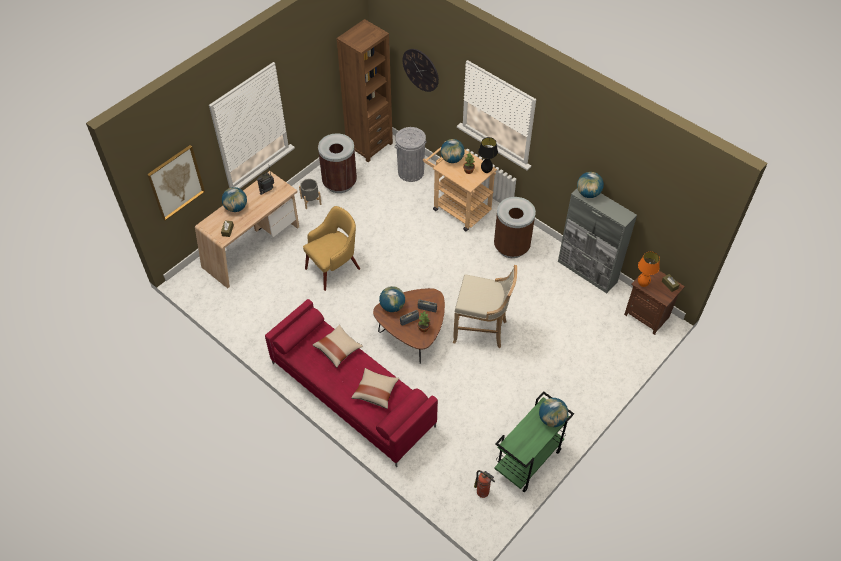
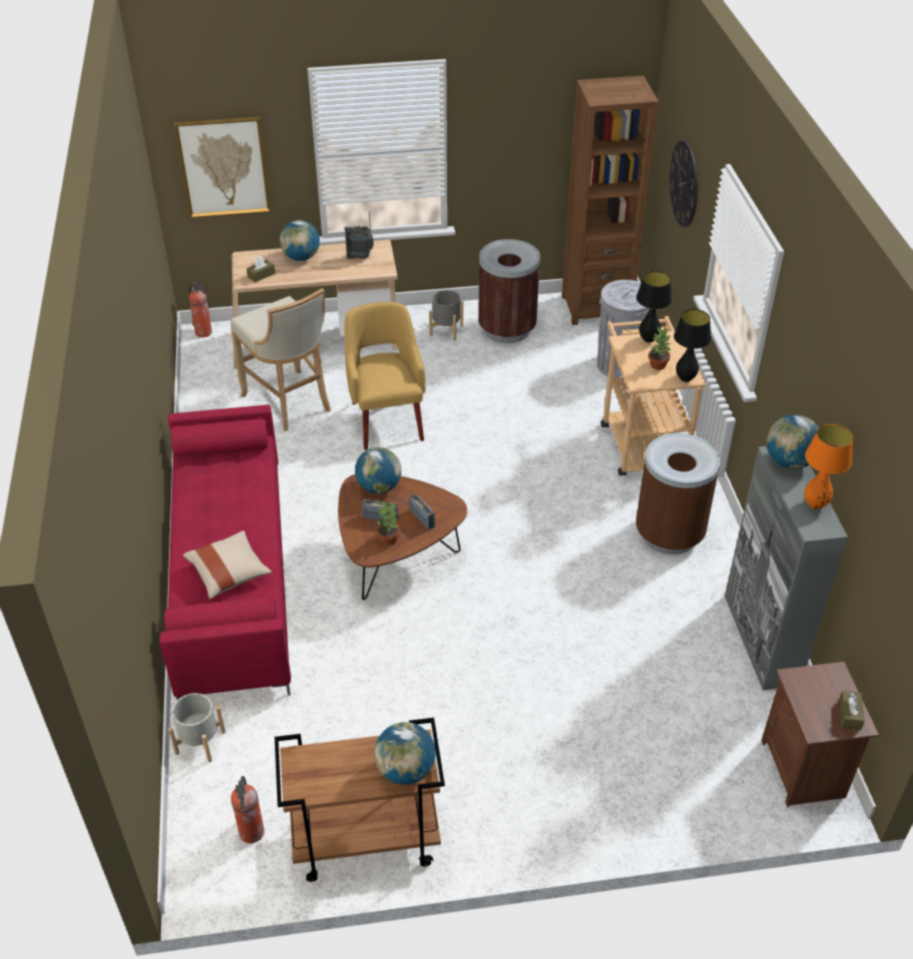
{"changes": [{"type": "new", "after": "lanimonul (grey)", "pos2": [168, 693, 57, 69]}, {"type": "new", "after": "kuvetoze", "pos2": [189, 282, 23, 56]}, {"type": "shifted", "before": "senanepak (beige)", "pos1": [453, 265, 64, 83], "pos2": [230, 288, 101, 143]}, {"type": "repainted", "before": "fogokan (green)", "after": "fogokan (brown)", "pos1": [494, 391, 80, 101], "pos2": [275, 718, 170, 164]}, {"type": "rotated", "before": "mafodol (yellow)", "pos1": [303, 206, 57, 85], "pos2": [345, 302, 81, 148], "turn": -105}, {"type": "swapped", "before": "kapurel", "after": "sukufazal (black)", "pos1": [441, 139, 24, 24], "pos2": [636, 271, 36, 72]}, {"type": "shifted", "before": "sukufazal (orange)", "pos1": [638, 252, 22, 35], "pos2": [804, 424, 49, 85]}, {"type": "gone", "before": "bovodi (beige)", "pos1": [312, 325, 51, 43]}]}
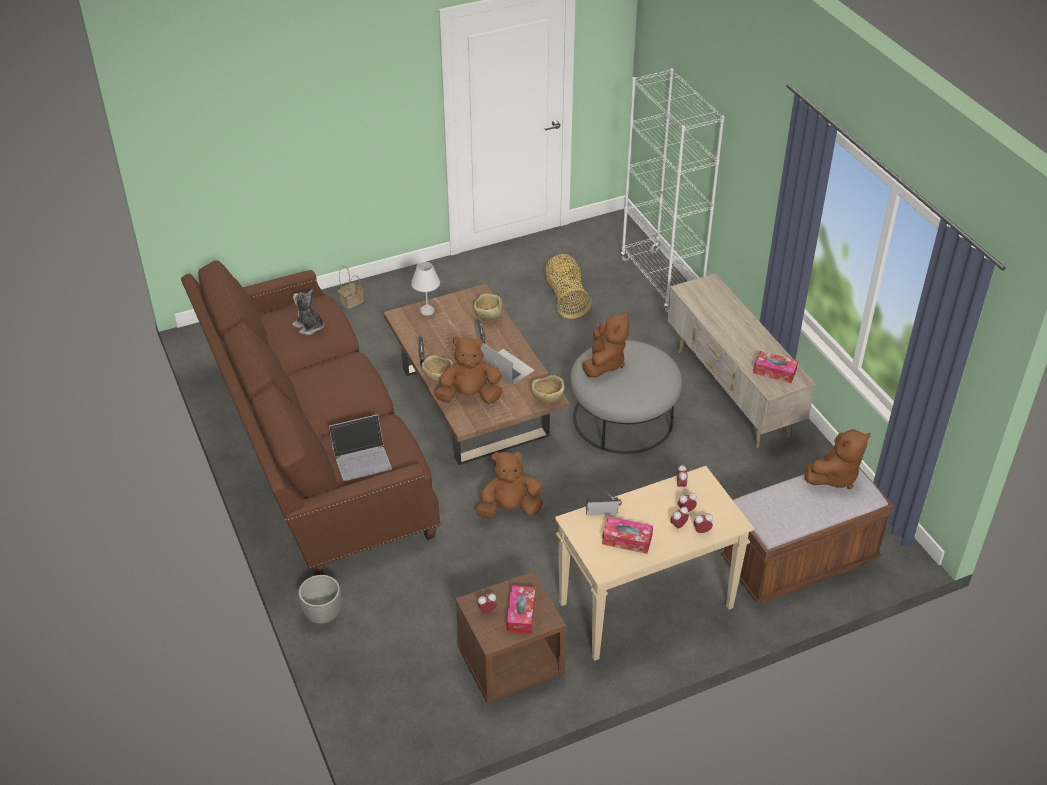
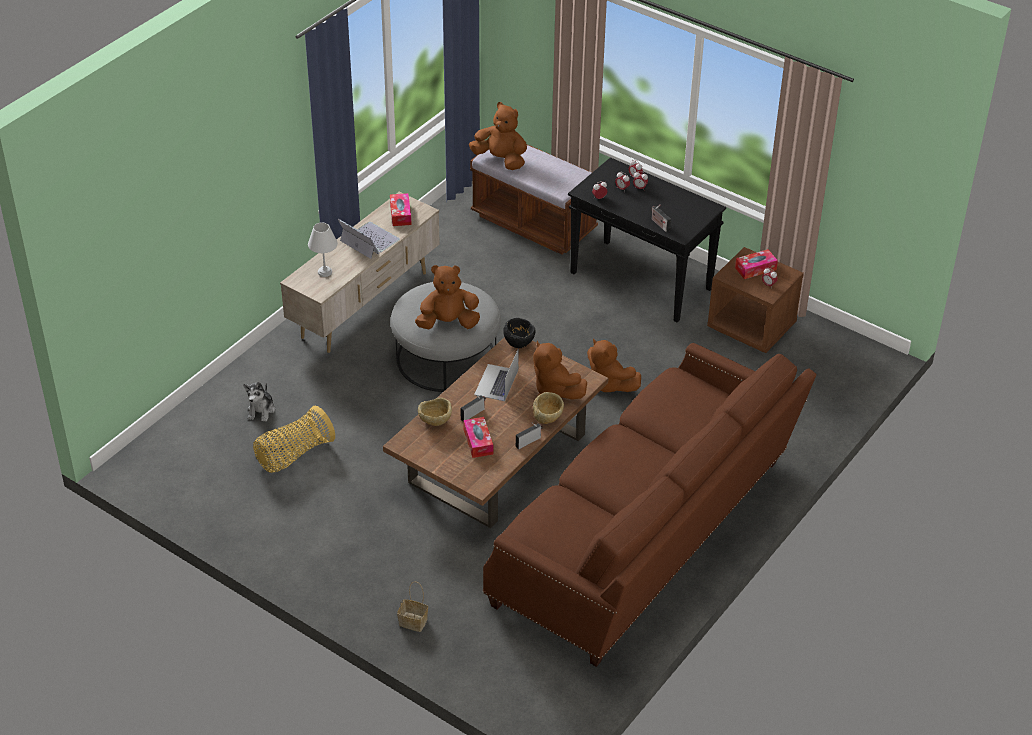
{"changes": [{"type": "shifted", "before": "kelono", "pos1": [292, 289, 32, 46], "pos2": [243, 382, 32, 40]}, {"type": "shifted", "before": "sukufazal (white)", "pos1": [411, 262, 29, 54], "pos2": [308, 222, 30, 55]}, {"type": "shifted", "before": "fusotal", "pos1": [329, 414, 63, 67], "pos2": [338, 219, 62, 40]}, {"type": "shifted", "before": "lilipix", "pos1": [602, 516, 51, 38], "pos2": [463, 417, 30, 41]}, {"type": "repainted", "before": "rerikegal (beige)", "after": "rerikegal (black)", "pos1": [531, 375, 33, 28], "pos2": [503, 318, 33, 30]}, {"type": "repainted", "before": "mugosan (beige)", "after": "mugosan (black)", "pos1": [555, 466, 199, 195], "pos2": [568, 157, 158, 166]}, {"type": "gone", "before": "lanimonul", "pos1": [298, 575, 43, 49]}, {"type": "gone", "before": "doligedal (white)", "pos1": [621, 68, 104, 245]}]}
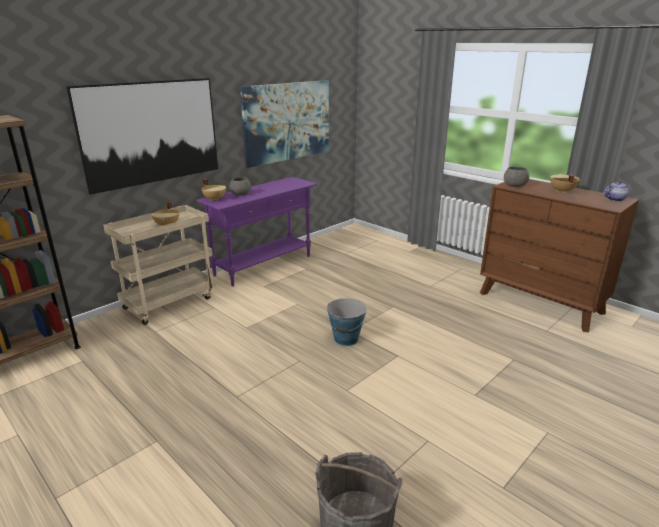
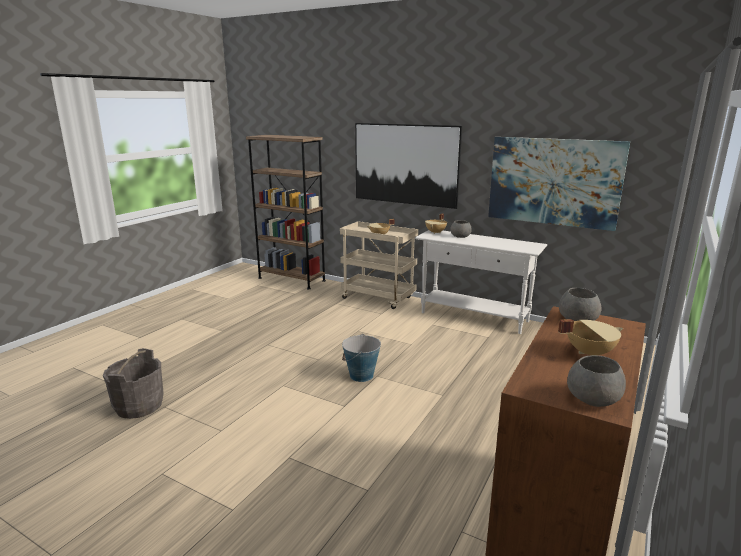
{"changes": [{"type": "repainted", "before": "mugosan (purple)", "after": "mugosan (white)", "pos1": [196, 177, 121, 109], "pos2": [415, 230, 132, 104]}, {"type": "swapped", "before": "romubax", "after": "rerikegal (grey)", "pos1": [604, 181, 27, 20], "pos2": [567, 355, 59, 52]}]}
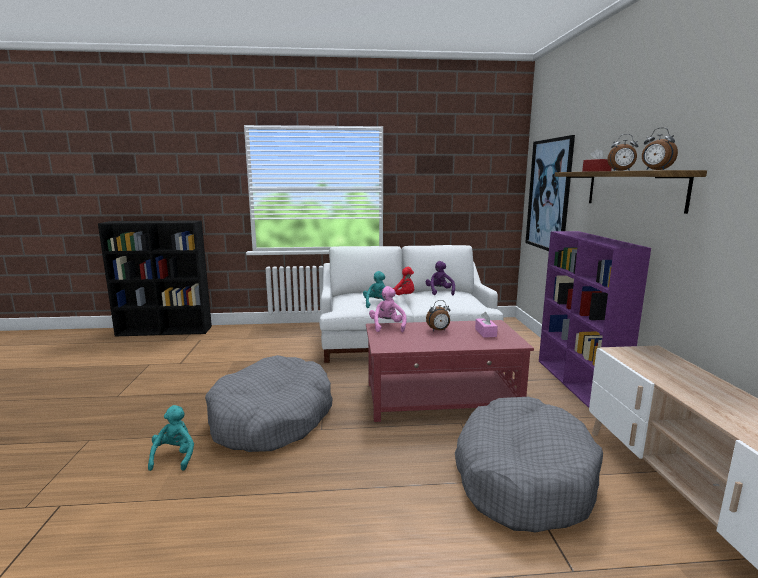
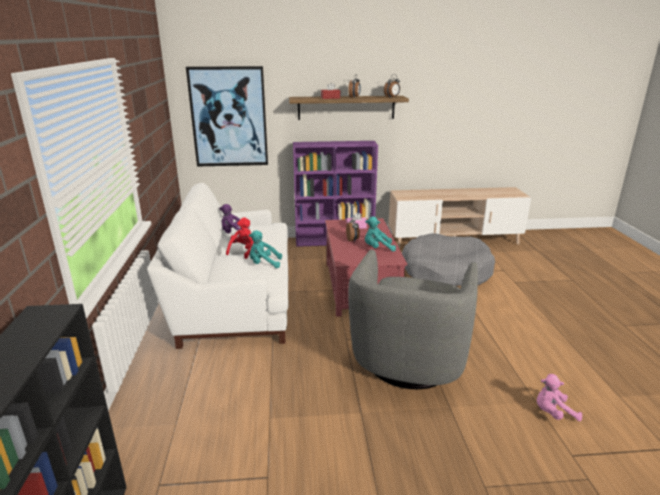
{"changes": [{"type": "swapped", "before": "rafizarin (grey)", "after": "mafodol (grey)", "pos1": [205, 355, 128, 97], "pos2": [348, 250, 130, 139]}, {"type": "shifted", "before": "kelono (turquoise)", "pos1": [148, 405, 46, 66], "pos2": [365, 217, 31, 35]}, {"type": "shifted", "before": "kelono (pink)", "pos1": [369, 286, 38, 46], "pos2": [537, 374, 45, 47]}]}
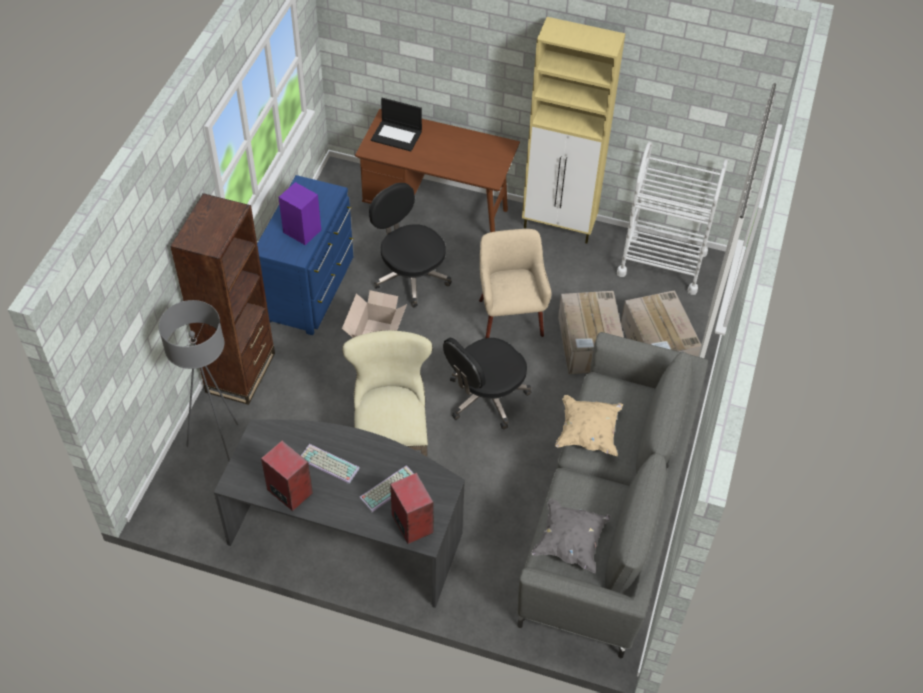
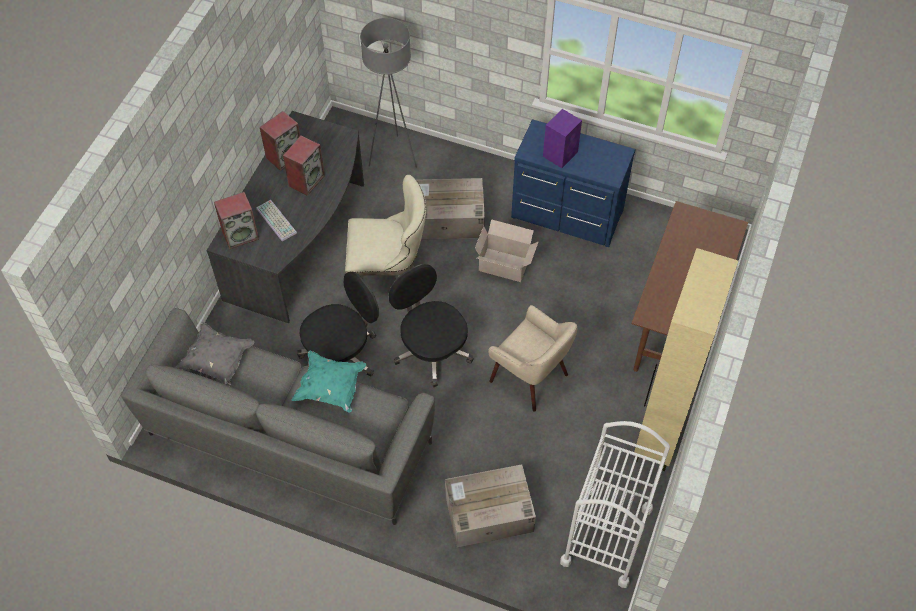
{"changes": [{"type": "swapped", "before": "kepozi", "after": "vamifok", "pos1": [301, 444, 59, 40], "pos2": [283, 135, 42, 61]}, {"type": "repainted", "before": "bovodi (beige)", "after": "bovodi (turquoise)", "pos1": [555, 395, 68, 61], "pos2": [291, 350, 75, 63]}, {"type": "shifted", "before": "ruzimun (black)", "pos1": [369, 183, 83, 125], "pos2": [297, 272, 82, 105]}, {"type": "shifted", "before": "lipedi", "pos1": [558, 291, 66, 83], "pos2": [416, 178, 69, 62]}, {"type": "rotated", "before": "mafodol (beige)", "pos1": [479, 229, 72, 109], "pos2": [488, 305, 89, 107], "turn": 45}, {"type": "gone", "before": "doligedal (brown)", "pos1": [170, 193, 105, 212]}, {"type": "gone", "before": "fusotal", "pos1": [371, 98, 51, 53]}]}
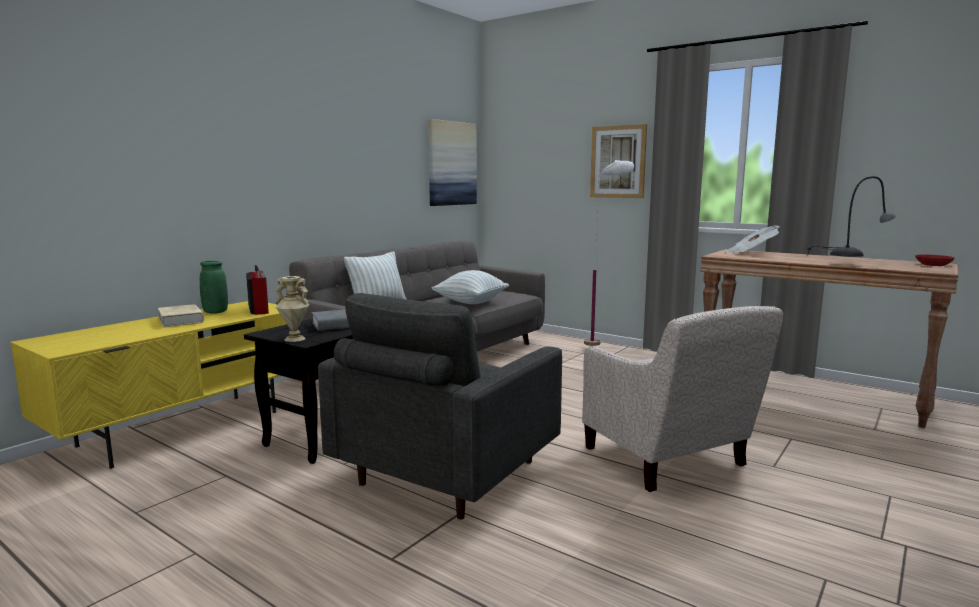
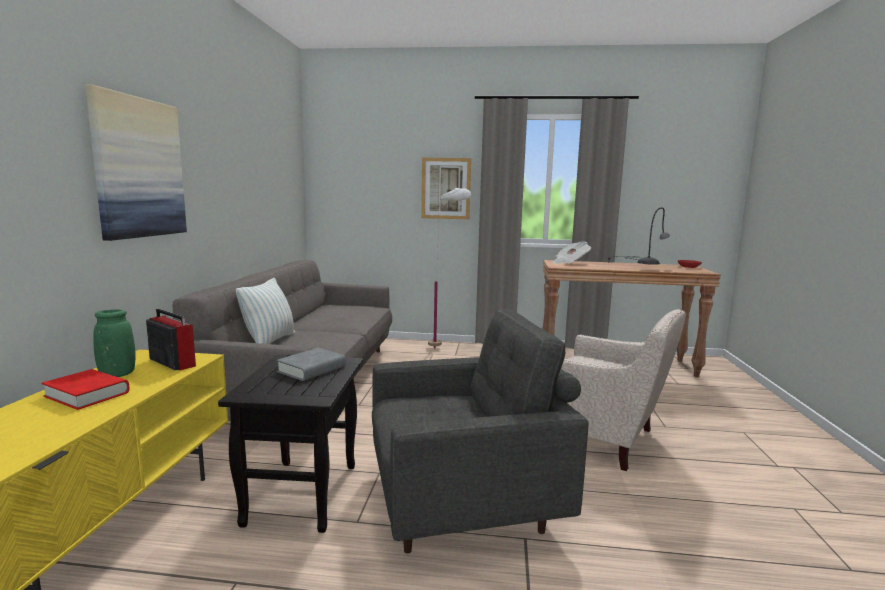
{"changes": [{"type": "repainted", "before": "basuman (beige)", "after": "basuman (red)", "pos1": [158, 304, 46, 23], "pos2": [42, 369, 87, 41]}, {"type": "shifted", "before": "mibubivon", "pos1": [428, 119, 49, 87], "pos2": [85, 85, 102, 156]}, {"type": "rotated", "before": "mafodol (grey)", "pos1": [318, 293, 244, 227], "pos2": [372, 309, 217, 244], "turn": -105}, {"type": "gone", "before": "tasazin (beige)", "pos1": [276, 276, 34, 66]}, {"type": "gone", "before": "bovodi", "pos1": [432, 270, 77, 34]}]}
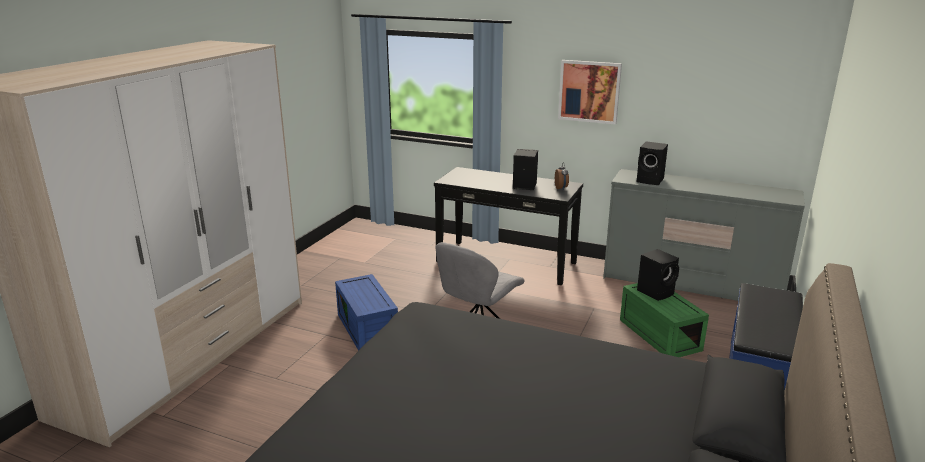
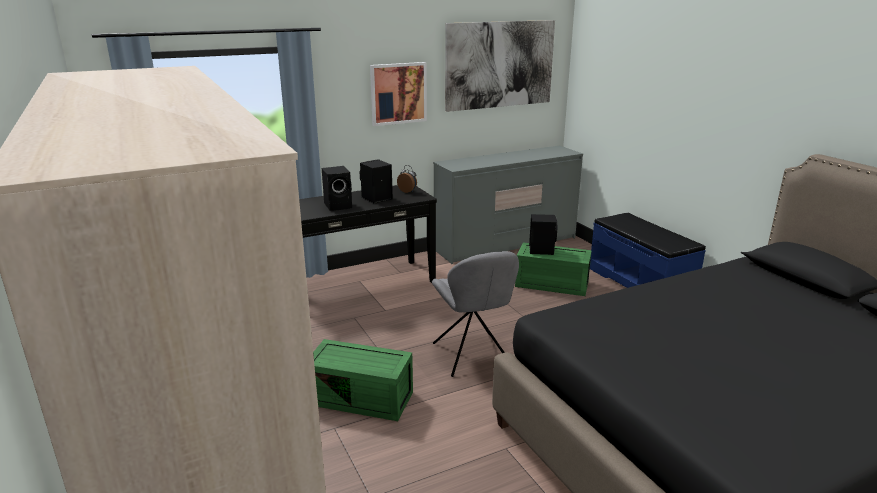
{"changes": [{"type": "repainted", "before": "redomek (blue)", "after": "redomek (green)", "pos1": [335, 274, 63, 77], "pos2": [313, 339, 100, 82]}, {"type": "shifted", "before": "vamifok (black)", "pos1": [636, 141, 32, 44], "pos2": [322, 166, 30, 45]}, {"type": "new", "after": "mibubivon", "pos2": [445, 20, 110, 92]}]}
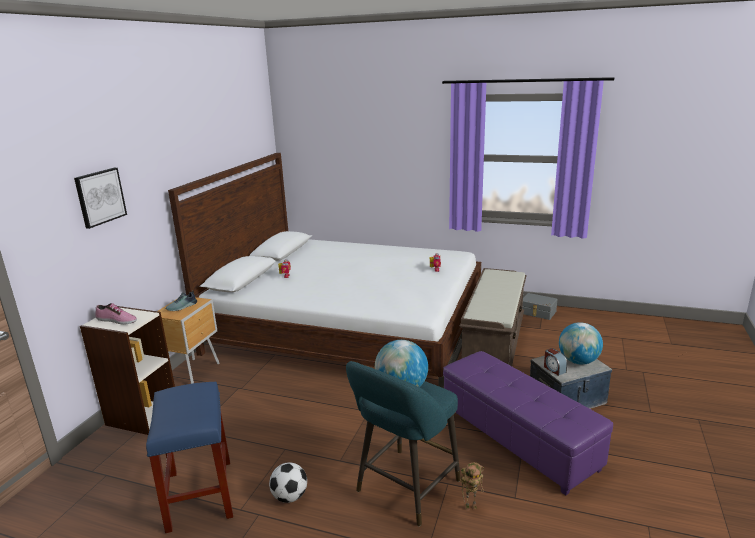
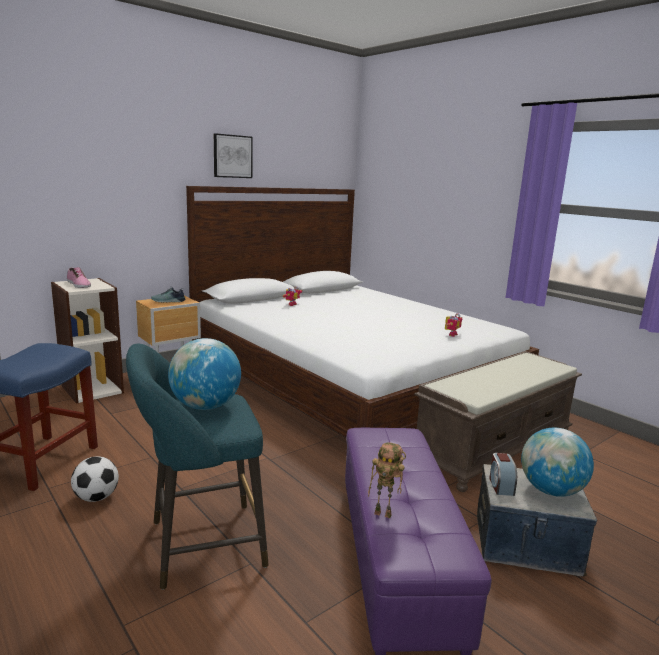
{"changes": [{"type": "shifted", "before": "mibubivon", "pos1": [74, 168, 53, 61], "pos2": [214, 133, 39, 45]}, {"type": "shifted", "before": "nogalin", "pos1": [461, 462, 23, 49], "pos2": [368, 442, 38, 76]}, {"type": "gone", "before": "redomek (grey)", "pos1": [522, 293, 35, 27]}]}
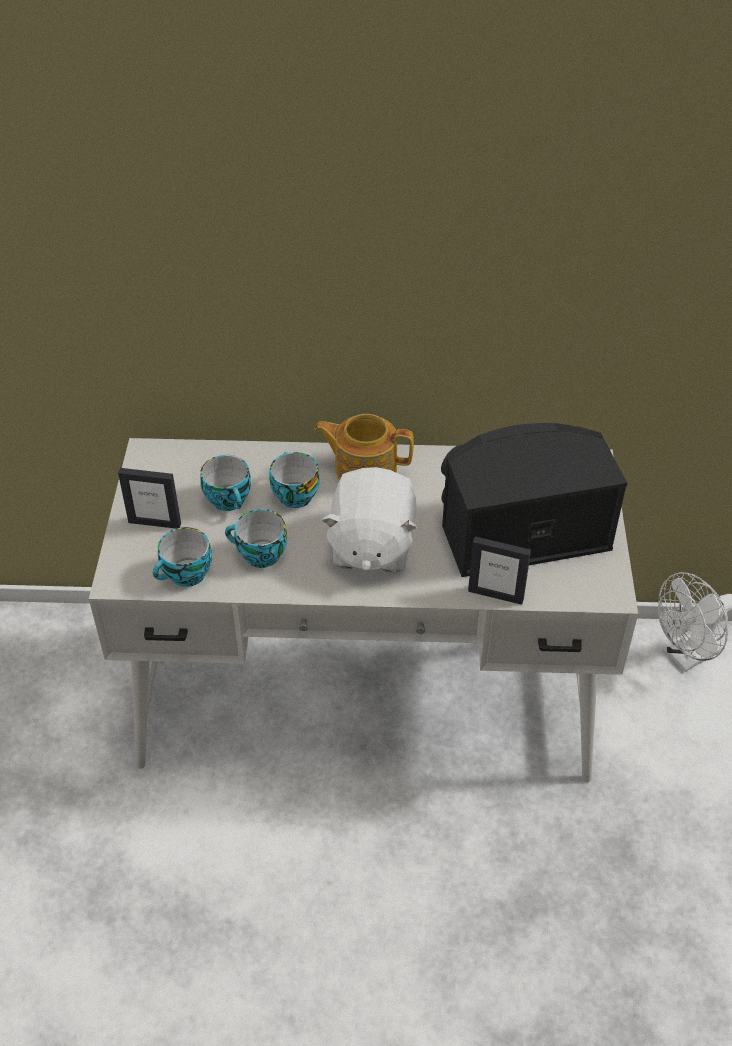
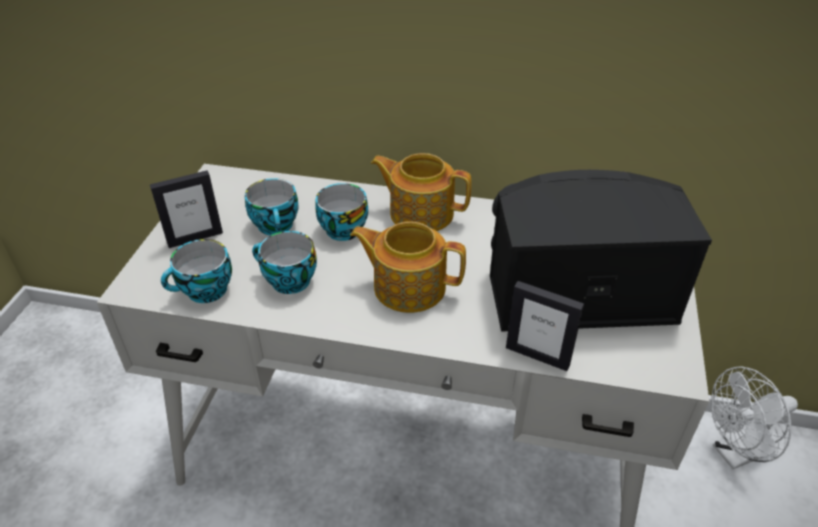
{"changes": [{"type": "rotated", "before": "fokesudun", "pos1": [118, 468, 63, 61], "pos2": [150, 170, 73, 78], "turn": -45}, {"type": "swapped", "before": "kelono (white)", "after": "romubax", "pos1": [322, 467, 96, 105], "pos2": [350, 221, 116, 92]}]}
